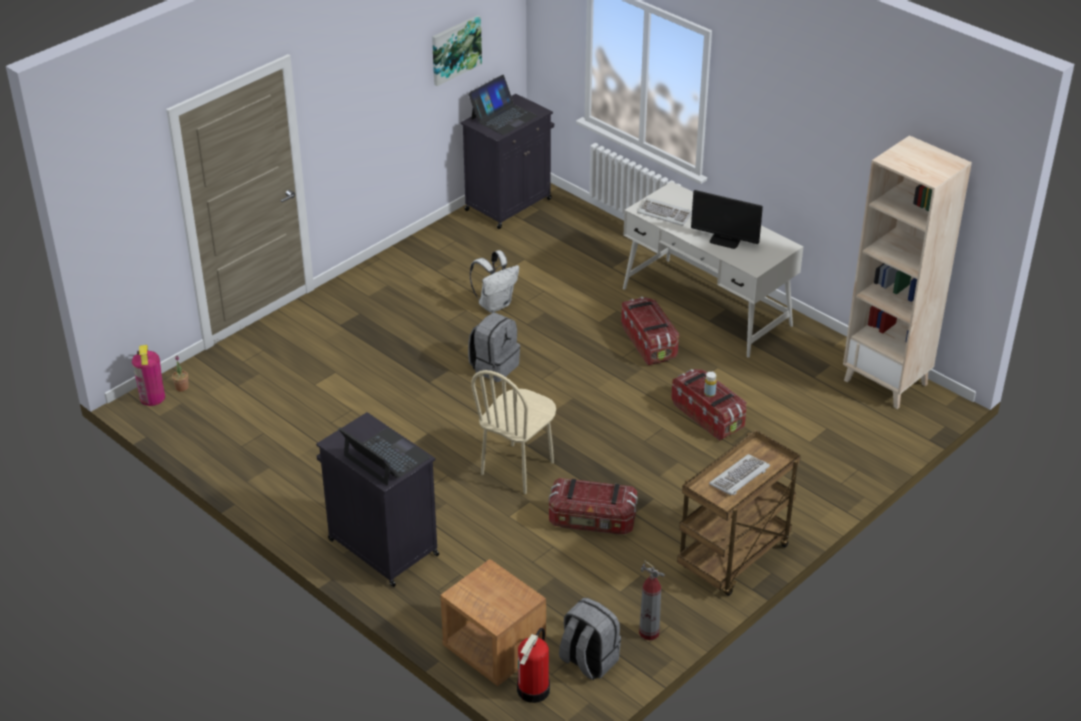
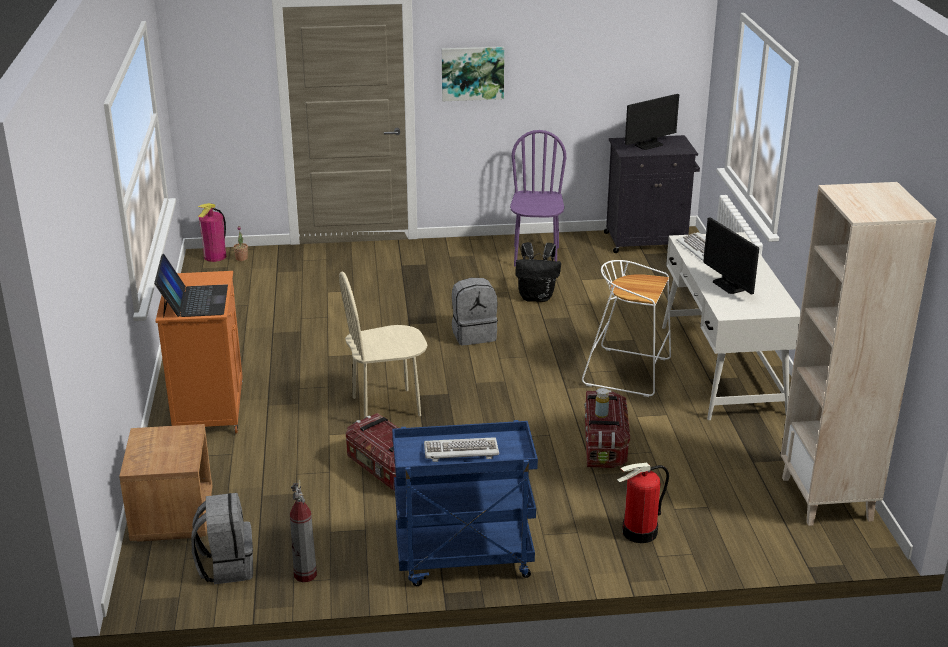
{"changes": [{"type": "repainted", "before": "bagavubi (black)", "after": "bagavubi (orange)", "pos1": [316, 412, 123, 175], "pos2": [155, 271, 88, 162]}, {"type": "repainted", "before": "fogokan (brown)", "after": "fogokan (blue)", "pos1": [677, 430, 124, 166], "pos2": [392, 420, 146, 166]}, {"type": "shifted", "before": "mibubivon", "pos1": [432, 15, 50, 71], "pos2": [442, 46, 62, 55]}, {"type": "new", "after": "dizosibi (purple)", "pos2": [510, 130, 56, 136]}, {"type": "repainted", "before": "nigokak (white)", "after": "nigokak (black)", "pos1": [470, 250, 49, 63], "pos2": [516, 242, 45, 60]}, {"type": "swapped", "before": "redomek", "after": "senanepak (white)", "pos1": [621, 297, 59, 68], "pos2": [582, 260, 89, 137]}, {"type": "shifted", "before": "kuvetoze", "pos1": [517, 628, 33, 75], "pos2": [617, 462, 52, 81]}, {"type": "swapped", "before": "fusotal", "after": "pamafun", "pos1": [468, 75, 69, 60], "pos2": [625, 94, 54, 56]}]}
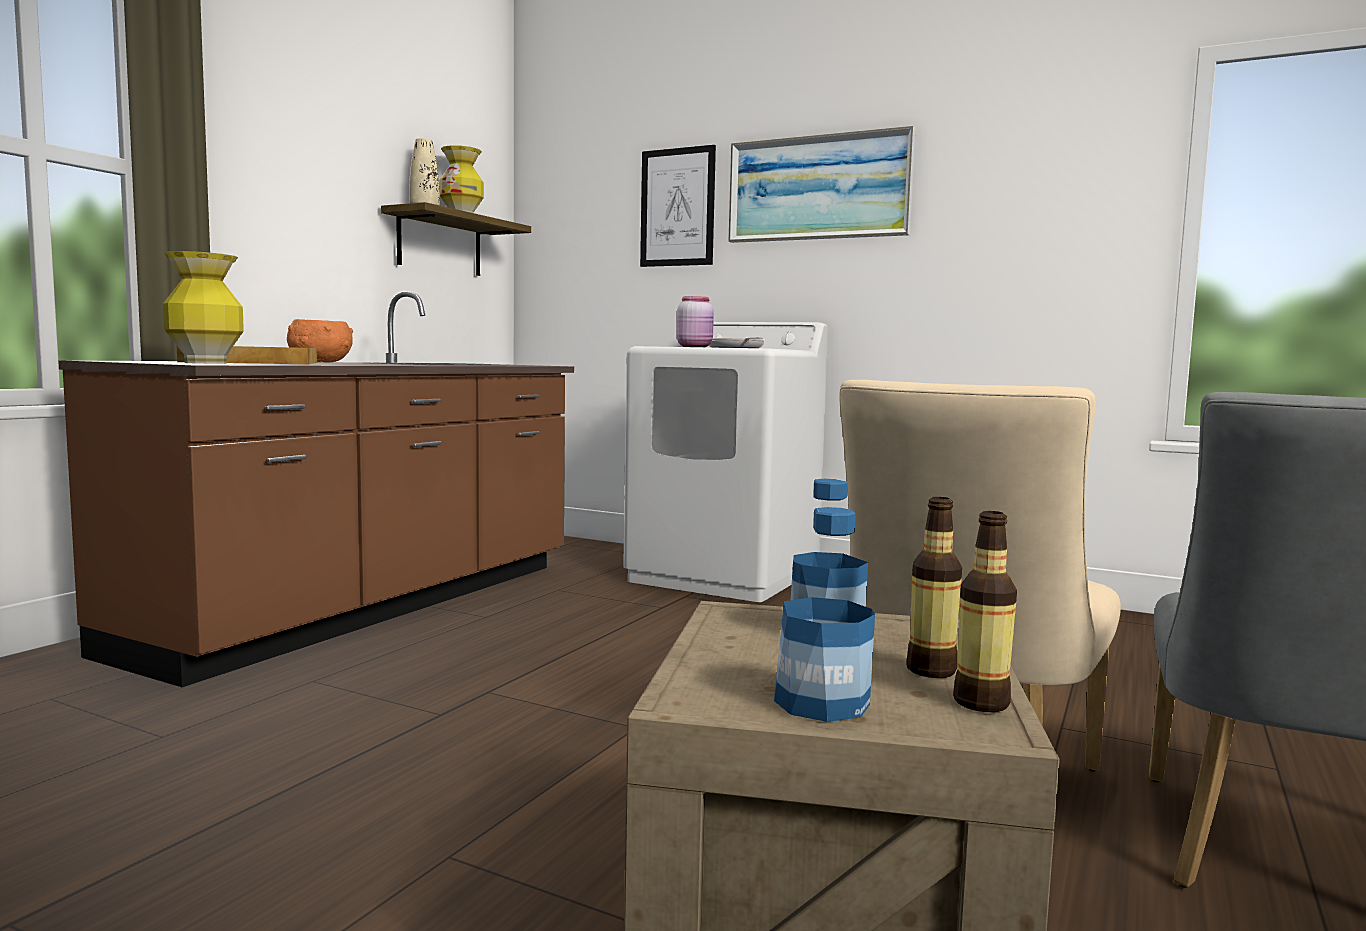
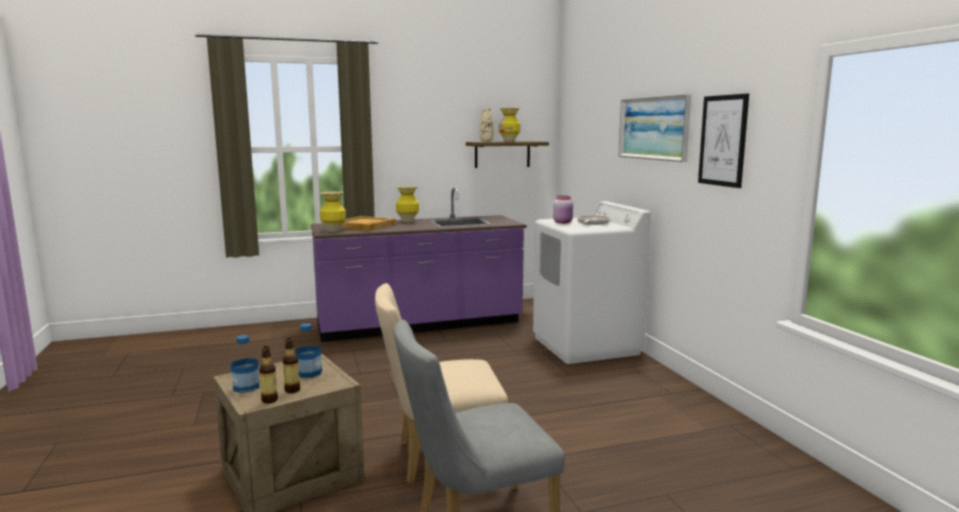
{"changes": [{"type": "repainted", "before": "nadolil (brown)", "after": "nadolil (purple)", "pos1": [58, 291, 516, 396], "pos2": [311, 187, 215, 155]}, {"type": "swapped", "before": "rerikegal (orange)", "after": "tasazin", "pos1": [287, 319, 66, 43], "pos2": [396, 186, 23, 36]}, {"type": "shifted", "before": "mibubivon", "pos1": [640, 145, 76, 122], "pos2": [698, 94, 51, 94]}]}
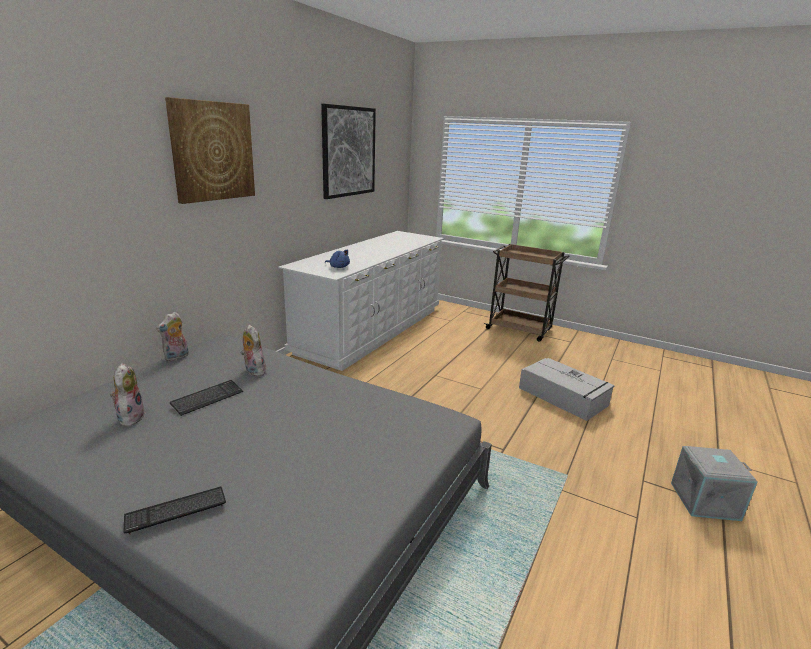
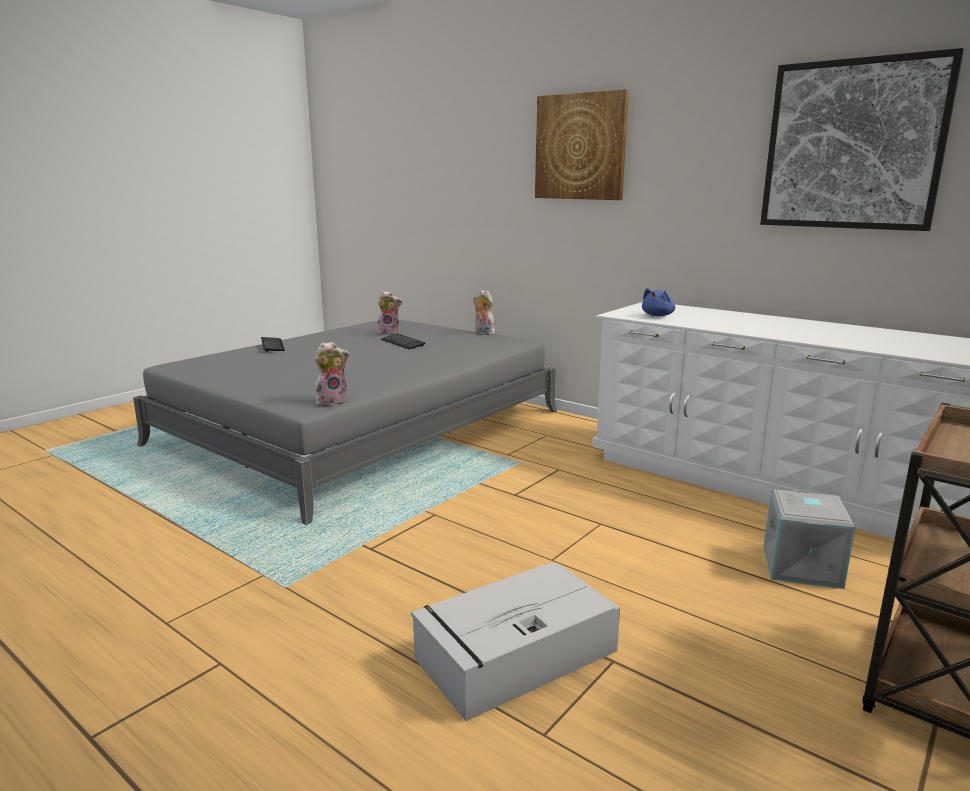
{"changes": [{"type": "shifted", "before": "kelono", "pos1": [241, 325, 25, 51], "pos2": [315, 342, 34, 64]}, {"type": "shifted", "before": "redomek (grey)", "pos1": [671, 446, 87, 75], "pos2": [763, 490, 92, 99]}]}
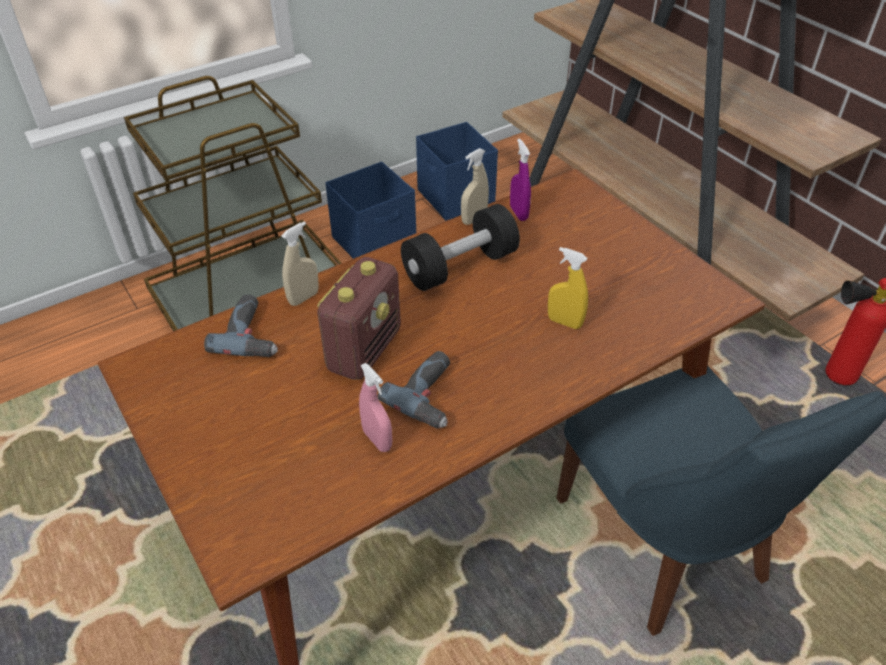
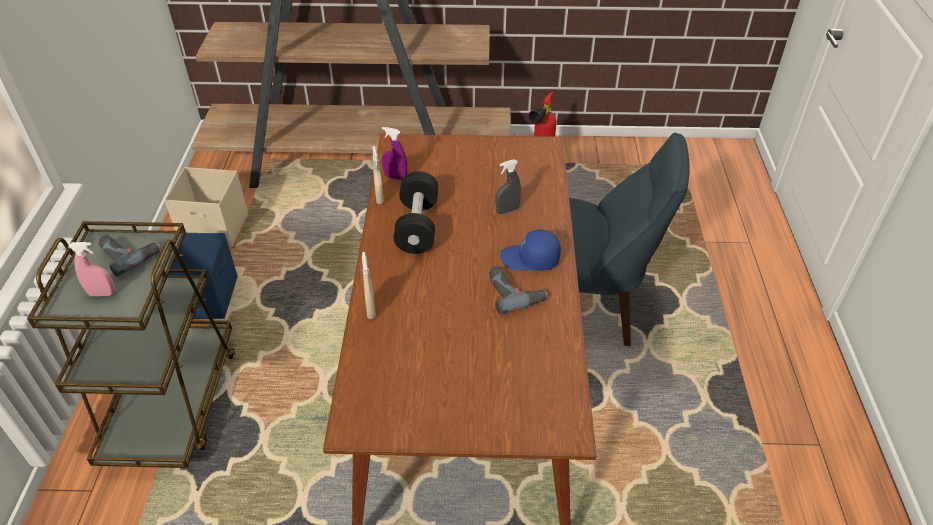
{"changes": [{"type": "shifted", "before": "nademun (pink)", "pos1": [359, 363, 33, 89], "pos2": [68, 242, 48, 54]}, {"type": "shifted", "before": "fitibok", "pos1": [204, 294, 74, 63], "pos2": [98, 235, 63, 42]}, {"type": "repainted", "before": "redomek (blue)", "after": "redomek (beige)", "pos1": [416, 122, 82, 99], "pos2": [164, 167, 84, 81]}, {"type": "repainted", "before": "nademun (yellow)", "after": "nademun (grey)", "pos1": [548, 247, 40, 82], "pos2": [495, 159, 26, 55]}, {"type": "new", "after": "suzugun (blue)", "pos2": [500, 230, 61, 41]}, {"type": "gone", "before": "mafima", "pos1": [317, 257, 84, 123]}]}
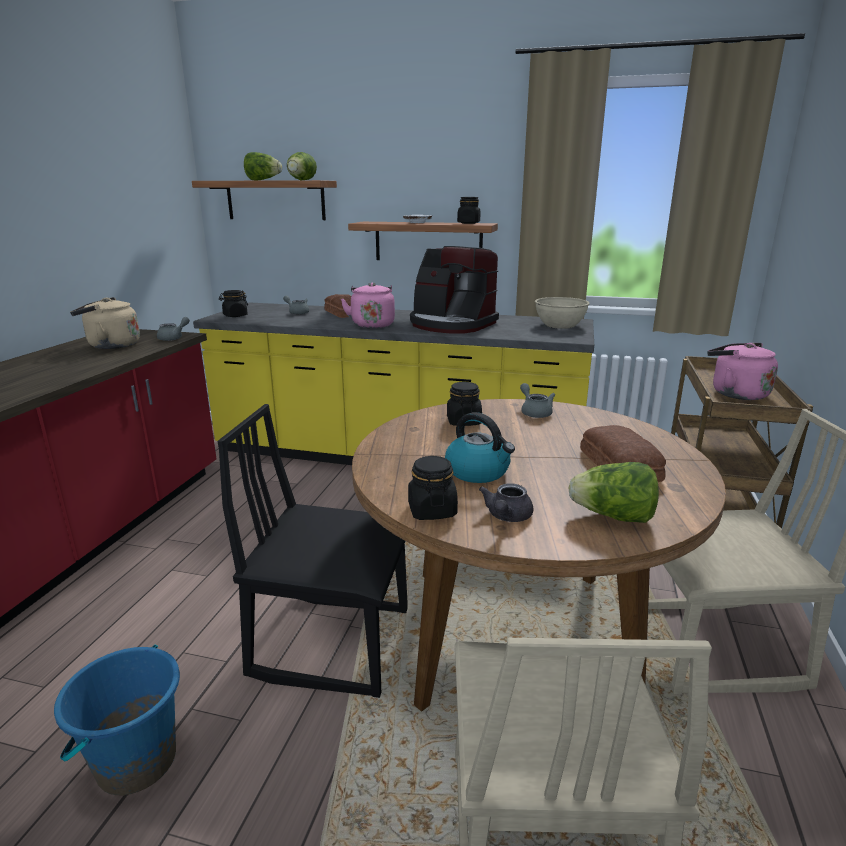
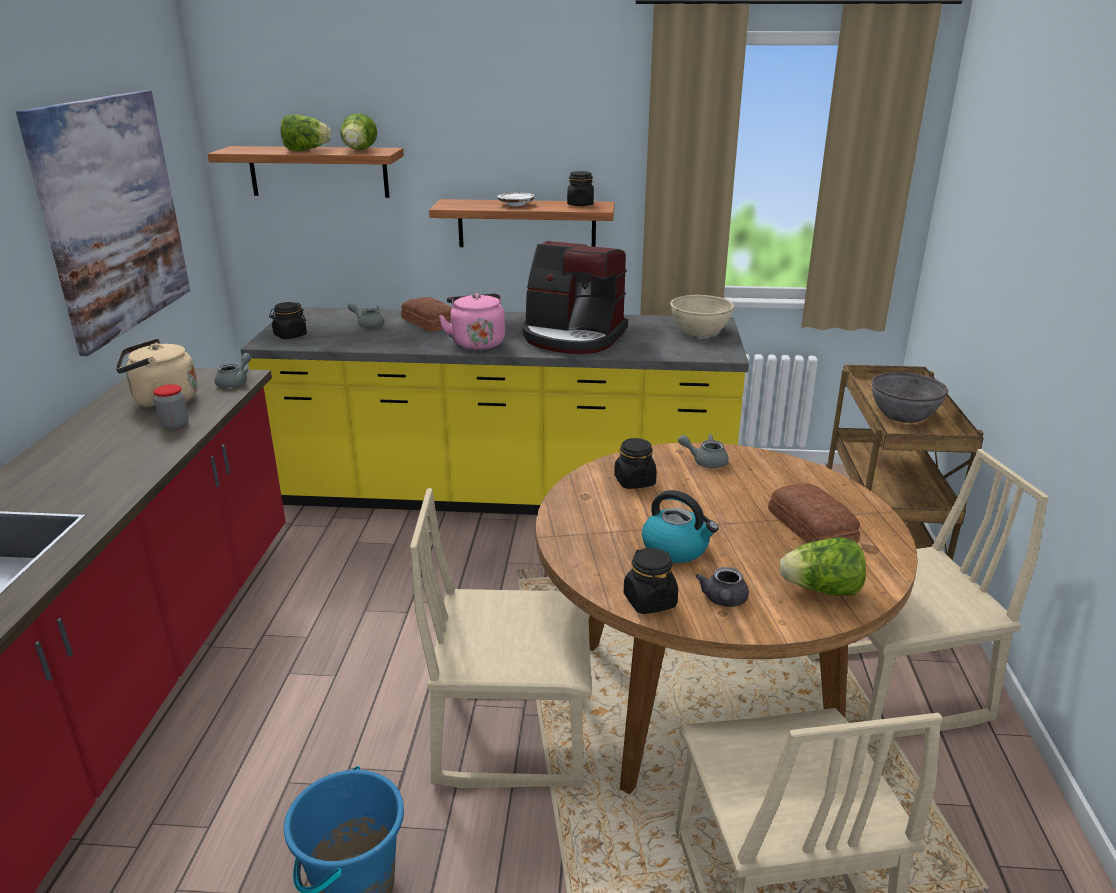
{"changes": [{"type": "new", "after": "mibubivon", "pos2": [16, 90, 174, 266]}, {"type": "new", "after": "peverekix", "pos2": [153, 384, 36, 46]}, {"type": "repainted", "before": "dizosibi (black)", "after": "dizosibi (beige)", "pos1": [217, 404, 191, 294], "pos2": [410, 488, 182, 300]}, {"type": "rotated", "before": "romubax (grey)", "pos1": [520, 383, 35, 35], "pos2": [678, 434, 50, 34], "turn": -45}, {"type": "swapped", "before": "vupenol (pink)", "after": "rerikegal (grey)", "pos1": [707, 343, 71, 57], "pos2": [871, 372, 77, 51]}]}
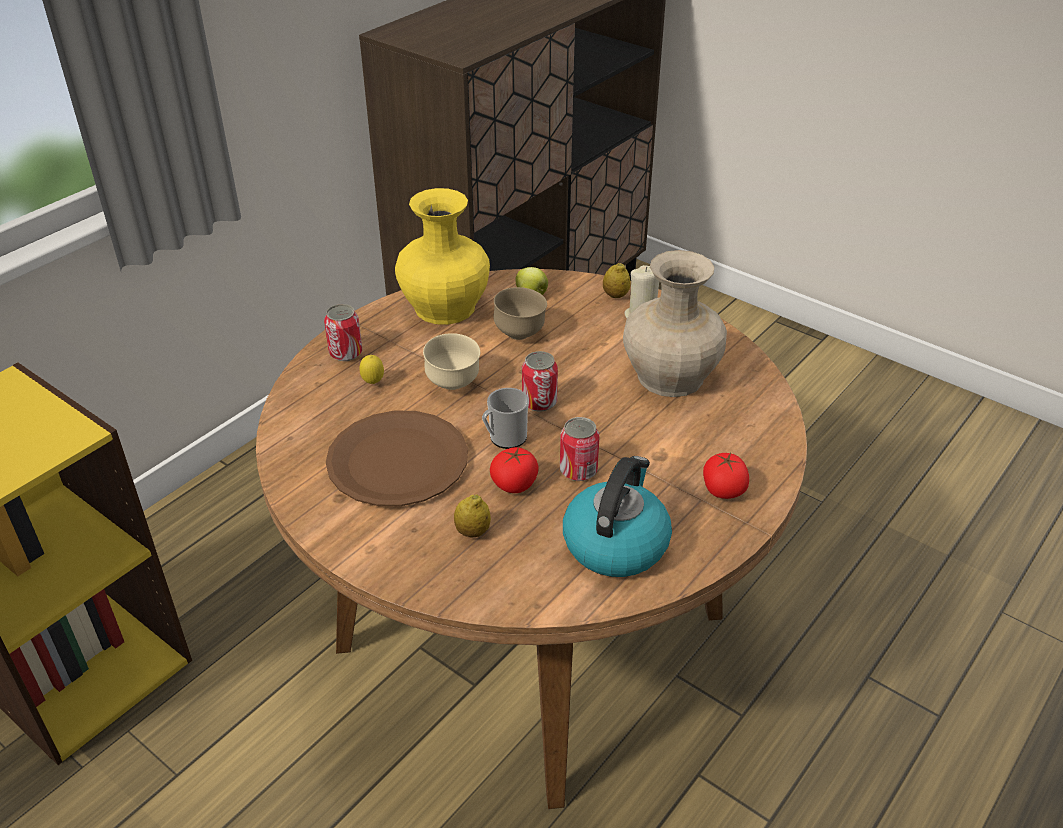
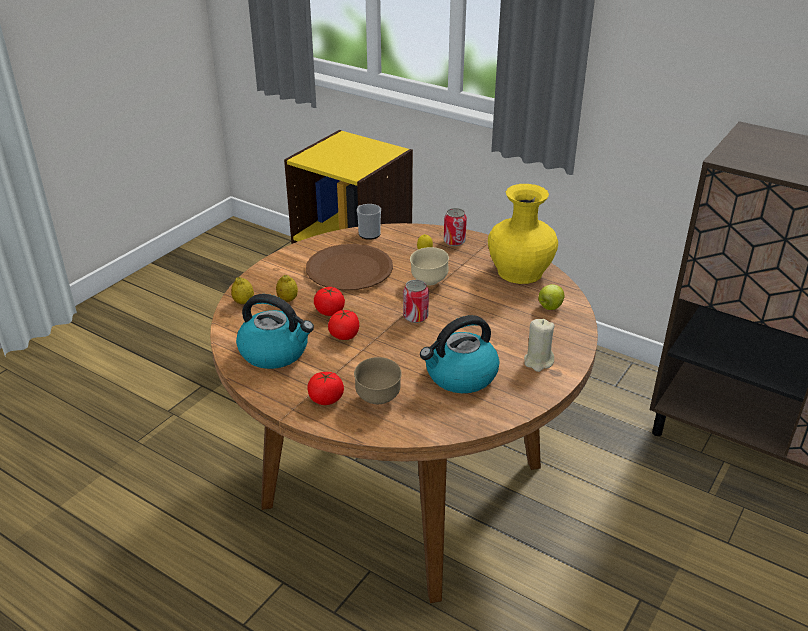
{"changes": [{"type": "shifted", "before": "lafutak", "pos1": [603, 263, 28, 35], "pos2": [231, 277, 23, 27]}, {"type": "swapped", "before": "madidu", "after": "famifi", "pos1": [560, 417, 40, 64], "pos2": [328, 309, 31, 31]}, {"type": "shifted", "before": "rerikegal (brown)", "pos1": [494, 287, 53, 53], "pos2": [354, 357, 48, 47]}, {"type": "shifted", "before": "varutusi", "pos1": [482, 388, 47, 61], "pos2": [357, 204, 24, 36]}, {"type": "swapped", "before": "tasazin (beige)", "after": "vupenol", "pos1": [623, 250, 104, 147], "pos2": [420, 315, 79, 78]}]}
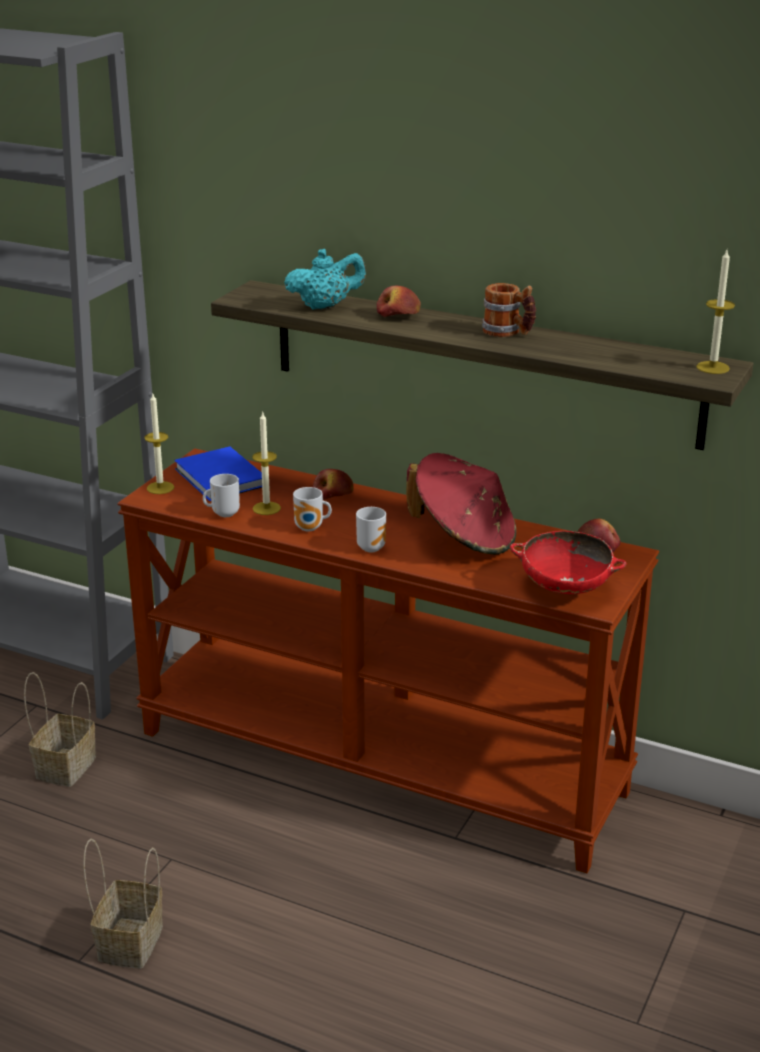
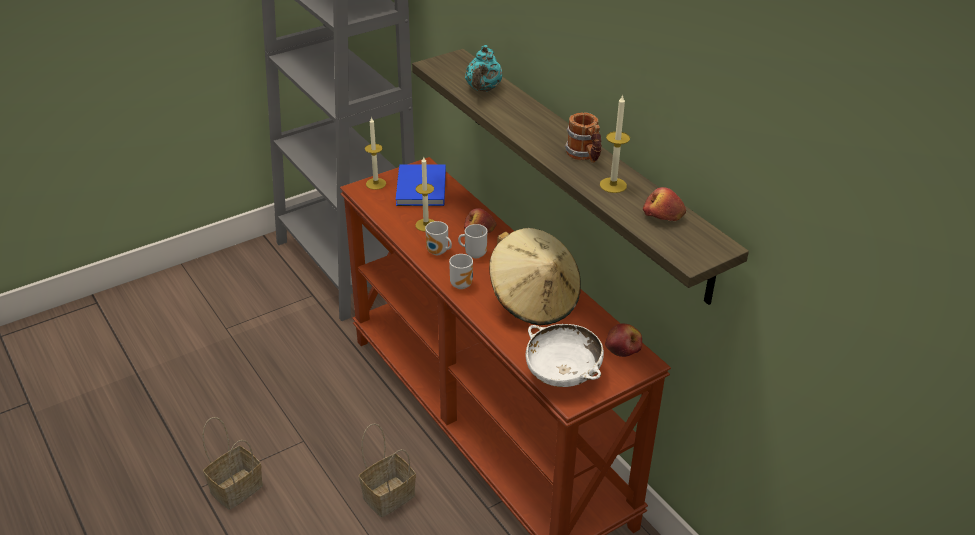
{"changes": [{"type": "shifted", "before": "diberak", "pos1": [24, 672, 72, 115], "pos2": [359, 423, 57, 94]}, {"type": "shifted", "before": "varutusi", "pos1": [203, 474, 37, 43], "pos2": [458, 224, 29, 34]}, {"type": "rotated", "before": "romubax (turquoise)", "pos1": [284, 249, 82, 60], "pos2": [465, 45, 37, 47], "turn": 90}, {"type": "repainted", "before": "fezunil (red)", "after": "fezunil (beige)", "pos1": [406, 453, 110, 102], "pos2": [489, 228, 92, 97]}, {"type": "repainted", "before": "rerikegal (red)", "after": "rerikegal (white)", "pos1": [510, 531, 117, 63], "pos2": [526, 324, 78, 63]}, {"type": "shifted", "before": "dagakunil", "pos1": [696, 250, 39, 124], "pos2": [600, 94, 30, 99]}, {"type": "shifted", "before": "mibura", "pos1": [377, 286, 44, 31], "pos2": [643, 187, 43, 34]}]}
